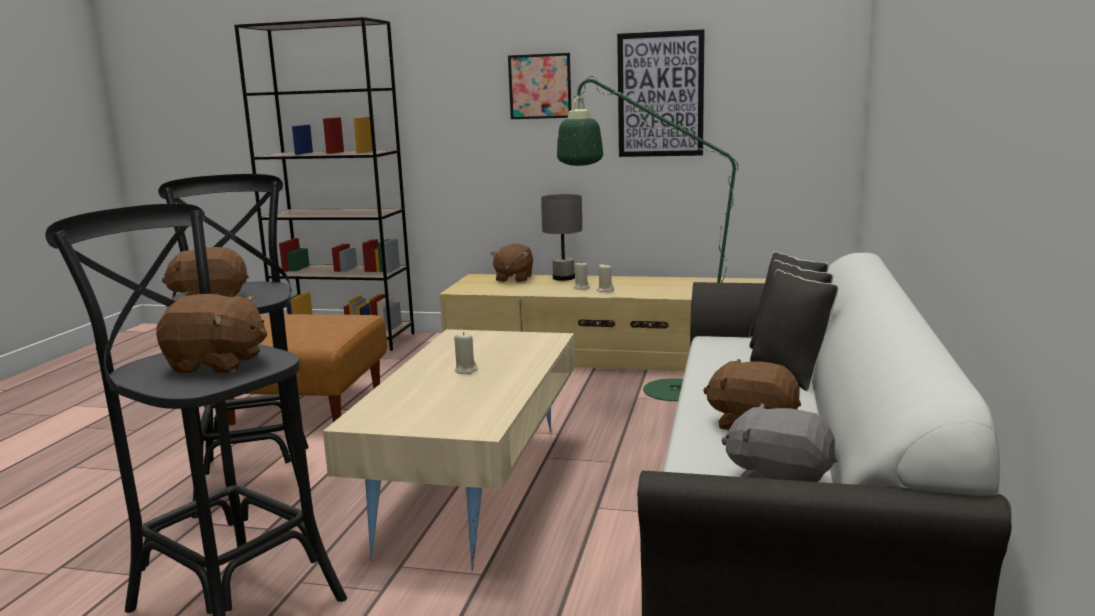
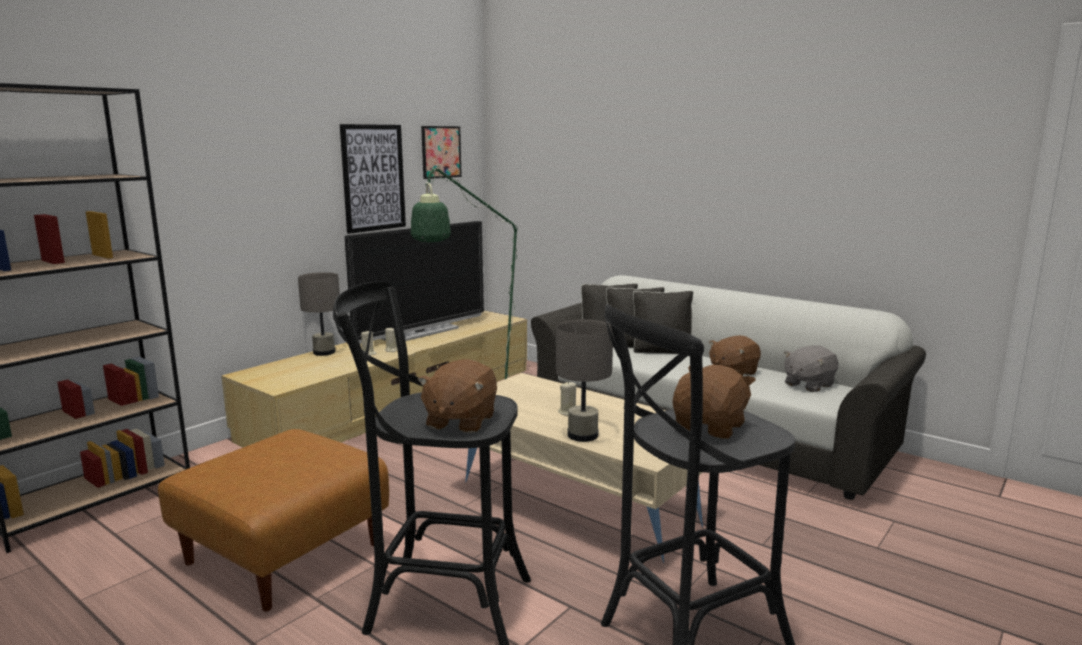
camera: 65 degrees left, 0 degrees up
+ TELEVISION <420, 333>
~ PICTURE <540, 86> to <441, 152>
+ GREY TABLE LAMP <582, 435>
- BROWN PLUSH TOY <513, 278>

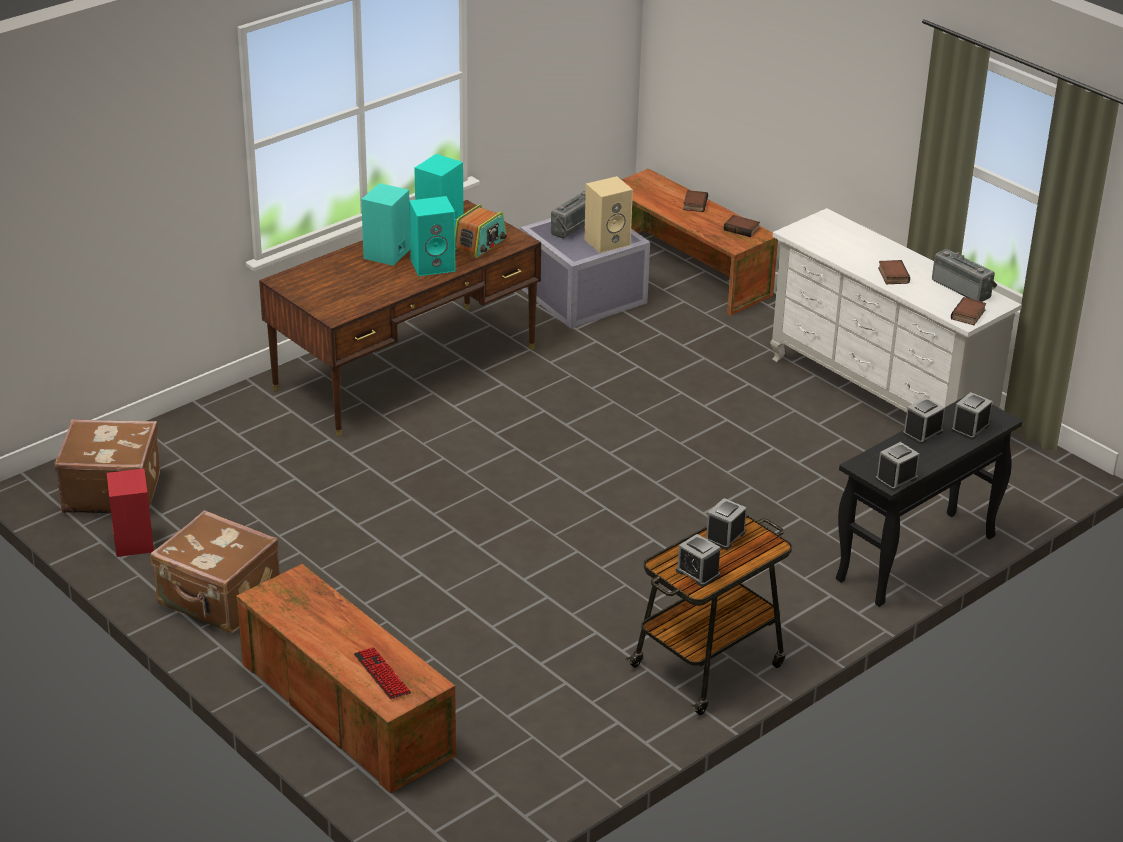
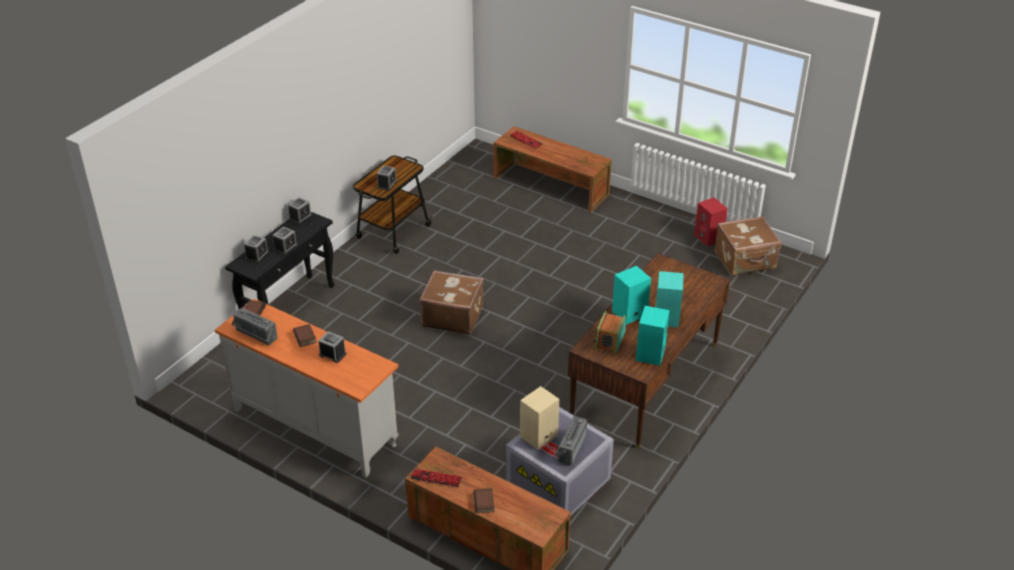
camera: 165 degrees right, 5 degrees up
~ WHITE DRESSER <879, 396> to ORANGE DRESSER <315, 425>
~ ALARM CLOCK <697, 573> to <332, 354>
~ BOOK <742, 229> to KEYBOARD <436, 478>
~ BROWN SUITCASE <219, 600> to <452, 316>

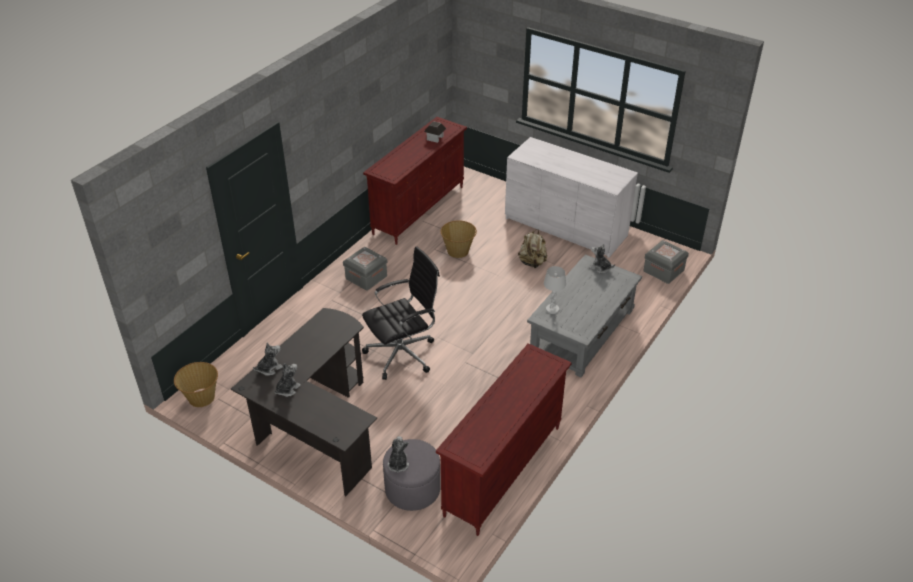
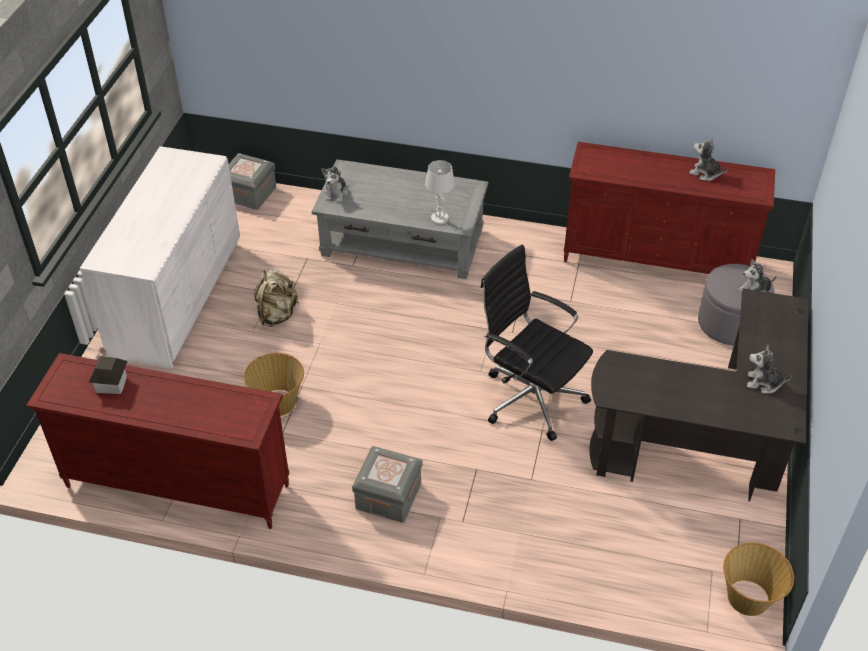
camera: 110 degrees left, 5 degrees up
~ PLUSH TOY <269, 368> to <705, 173>

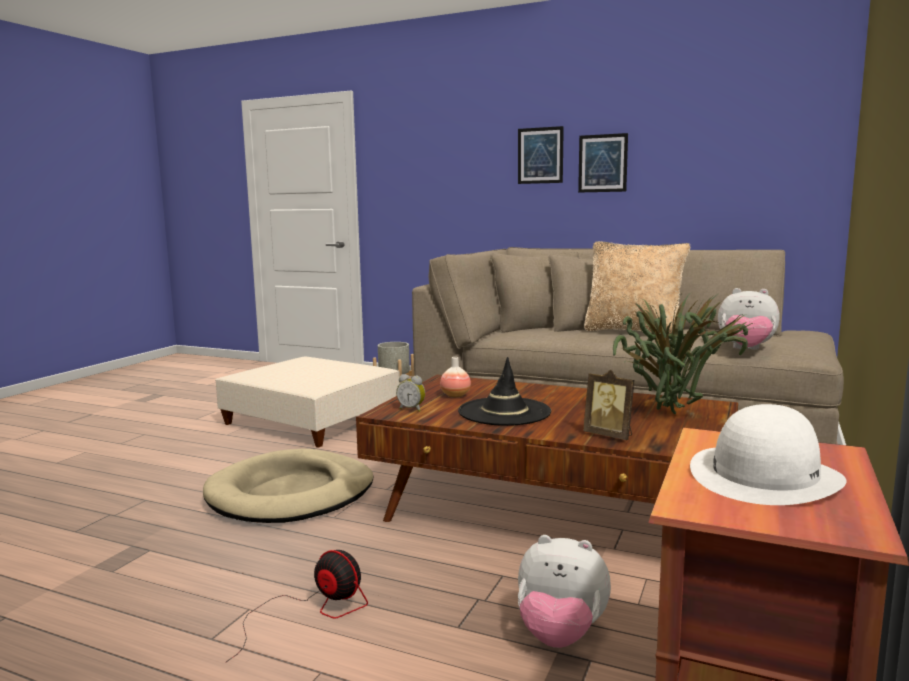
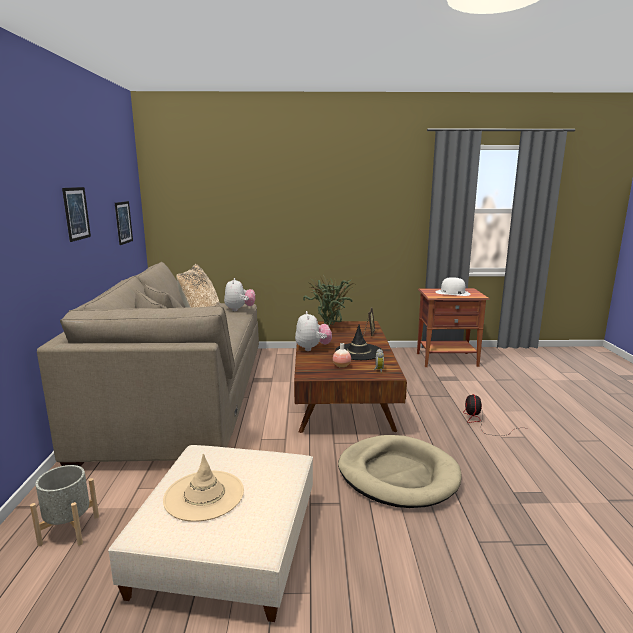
camera: 115 degrees left, 5 degrees up
~ PICTURE <540, 155> to <123, 222>
+ BEIGE HAT <204, 495>
~ PLUSH TOY <560, 635> to <312, 348>

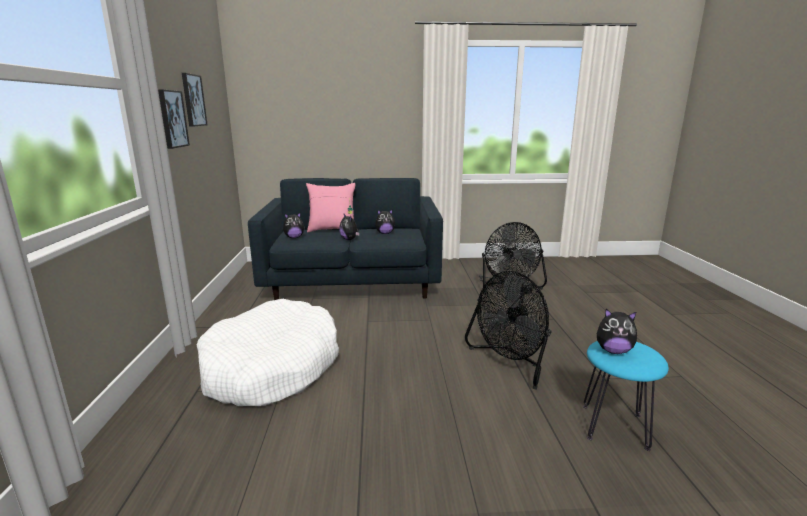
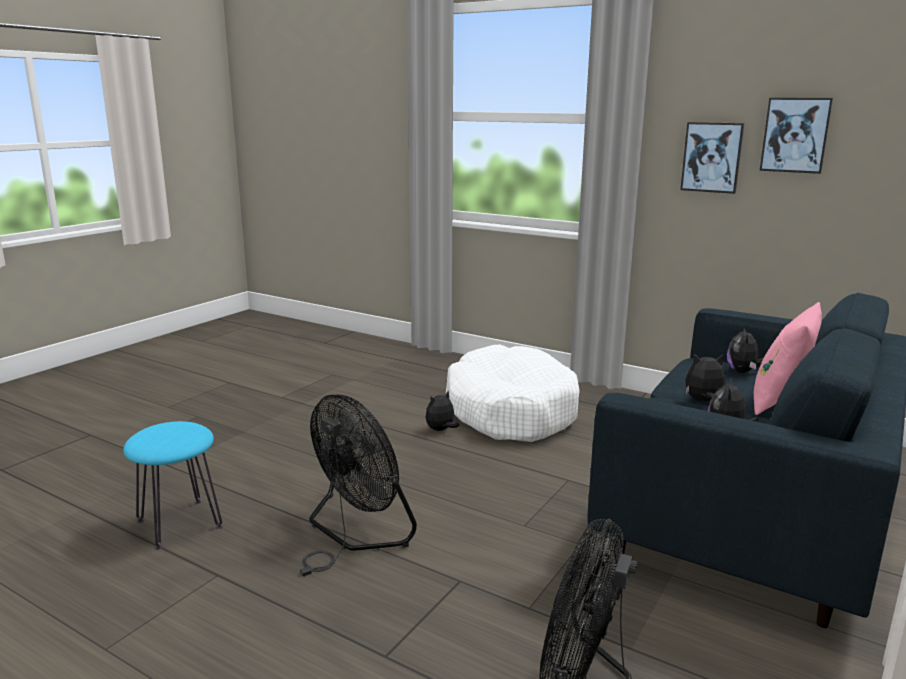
camera: 125 degrees right, 0 degrees up
~ BLACK FAN <510, 360> = <347, 531> 45 degrees clockwise
~ PLUSH TOY <613, 351> to <441, 430>

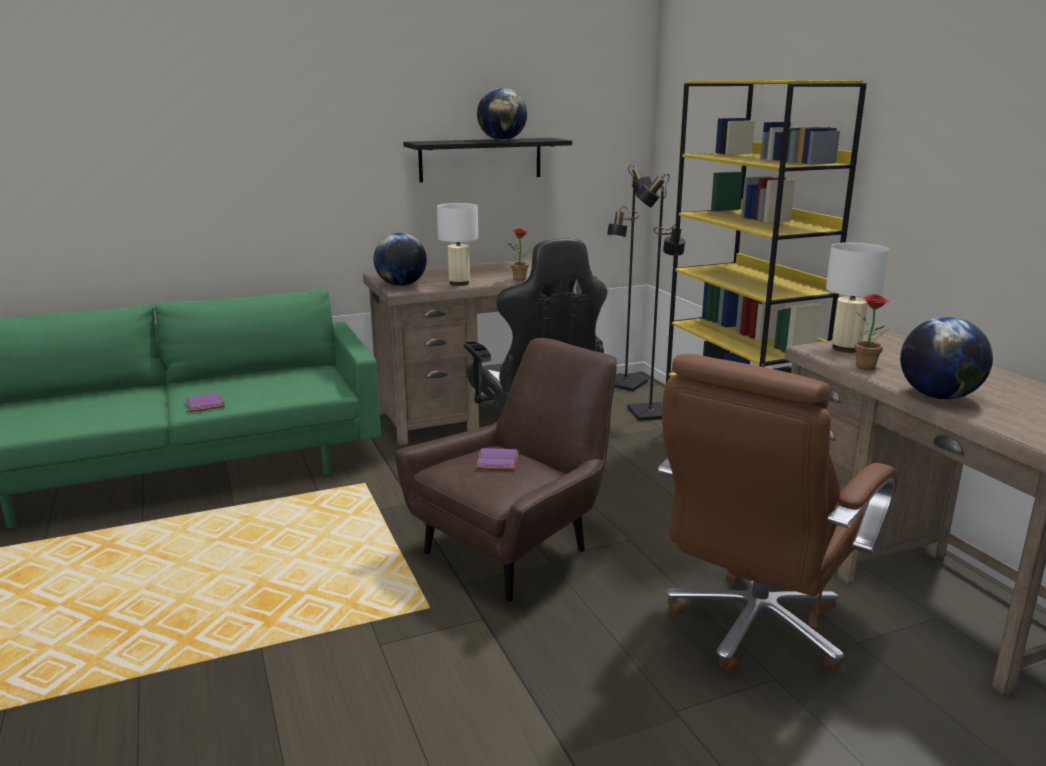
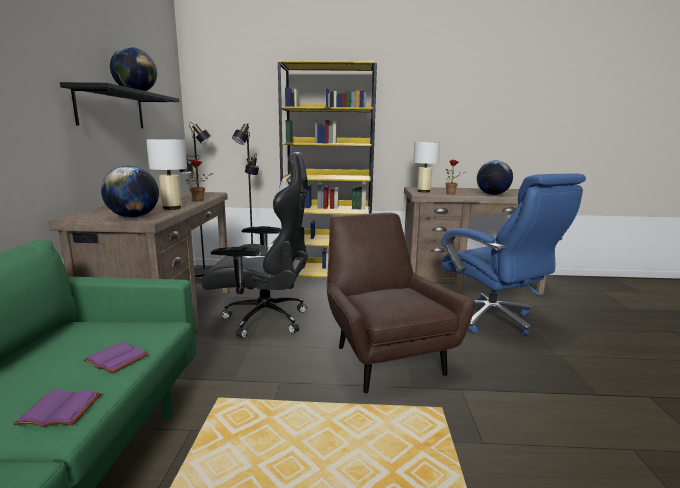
camera: 65 degrees left, 5 degrees down
~ PURPLE BOOK <499, 461> to <118, 359>
~ BROWN OFFICE CHAIR <752, 633> to BLUE OFFICE CHAIR <494, 321>

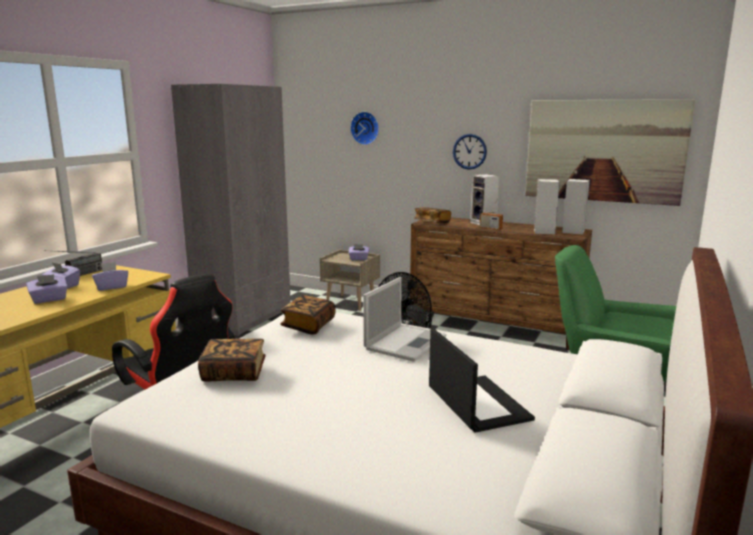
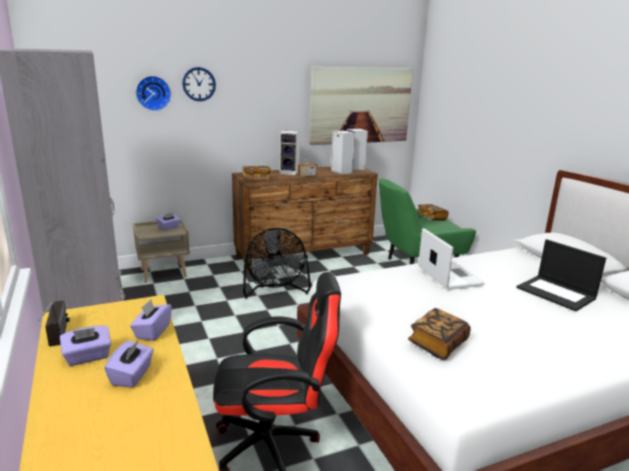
camera: 50 degrees left, 5 degrees up
~ WALL CLOCK <469, 151> to <199, 84>
~ BOOK <308, 325> to <431, 218>
~ LAPTOP <476, 403> = <557, 293> 150 degrees counterclockwise

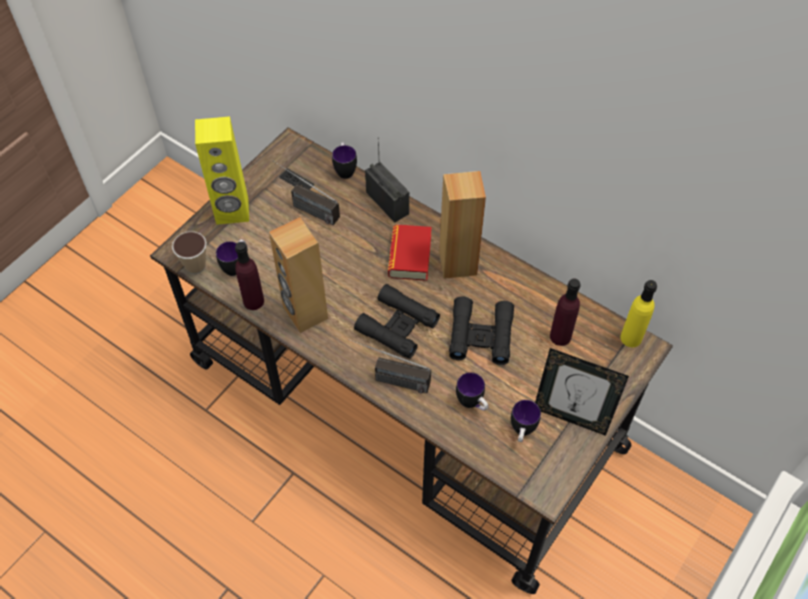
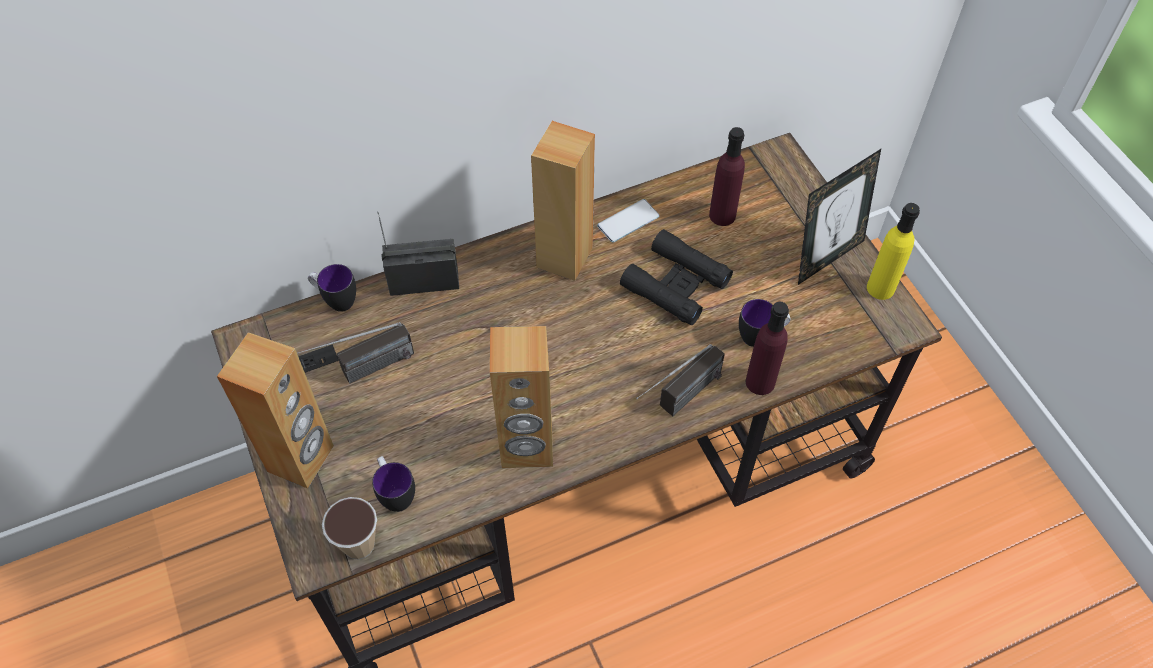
camera: 60 degrees left, 0 degrees up
~ YELLOW SPEAKER <232, 211> to BROWN SPEAKER <301, 459>
+ PHONE <628, 221>
~ PURPLE BOTTLE <253, 301> to <760, 382>
~ YELLOW BOTTLE <631, 338> to <880, 288>
- BLACK BINOCULARS <397, 326>
- BOOK <410, 256>
- MUG <521, 432>

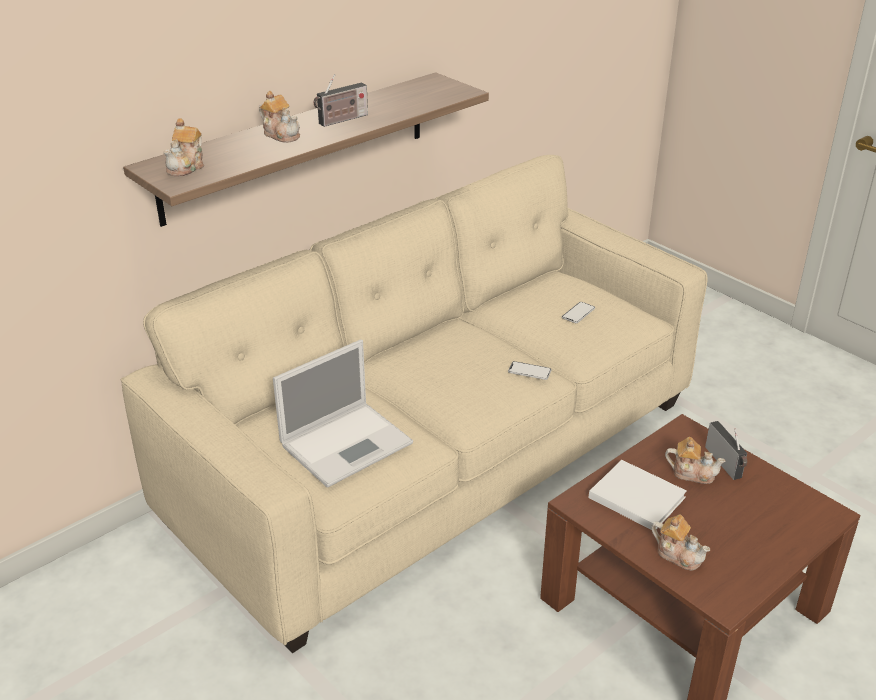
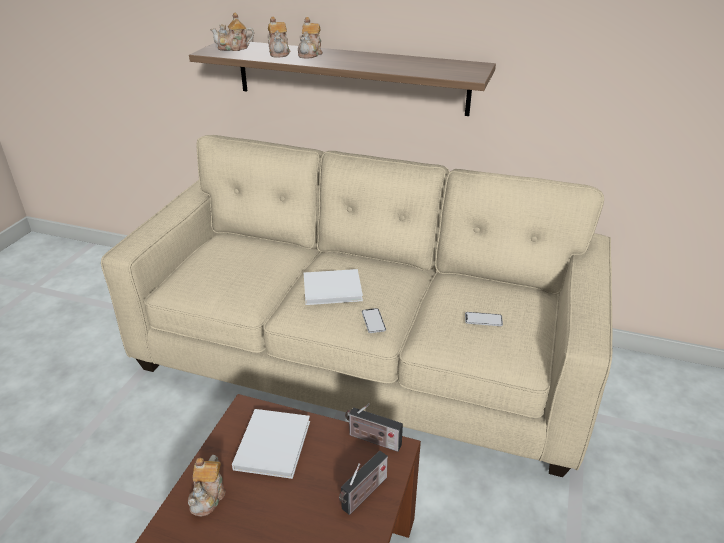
camera: 60 degrees right, 0 degrees up
~ TEAPOT <692, 473> to <279, 53>
+ WHITE BOOK <334, 289>
~ RADIO <341, 120> to <372, 439>
- LAPTOP <348, 443>

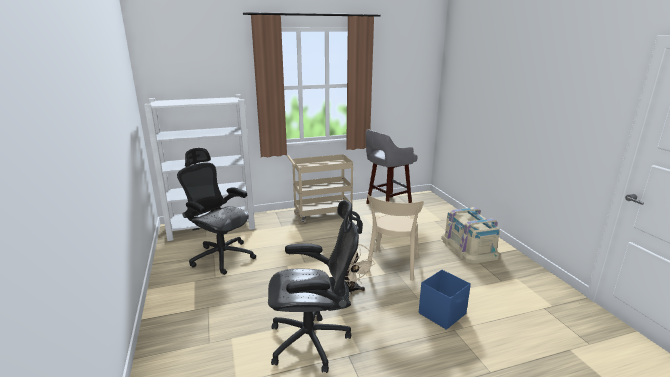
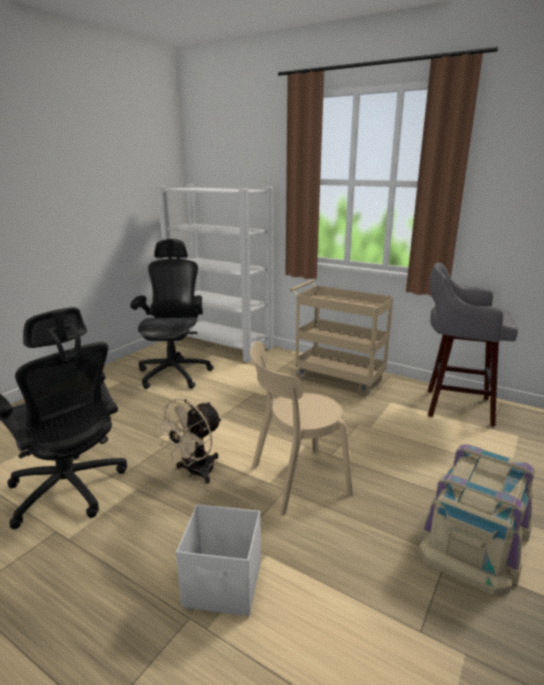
camera: 50 degrees right, 0 degrees up
~ BLUE STORAGE BOX <442, 313> to WHITE STORAGE BOX <224, 585>

